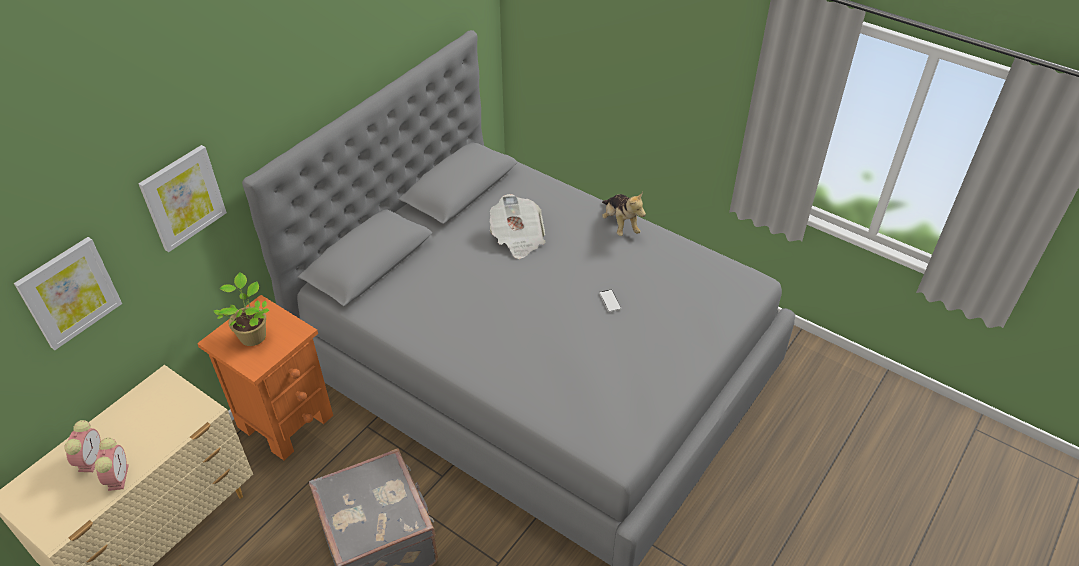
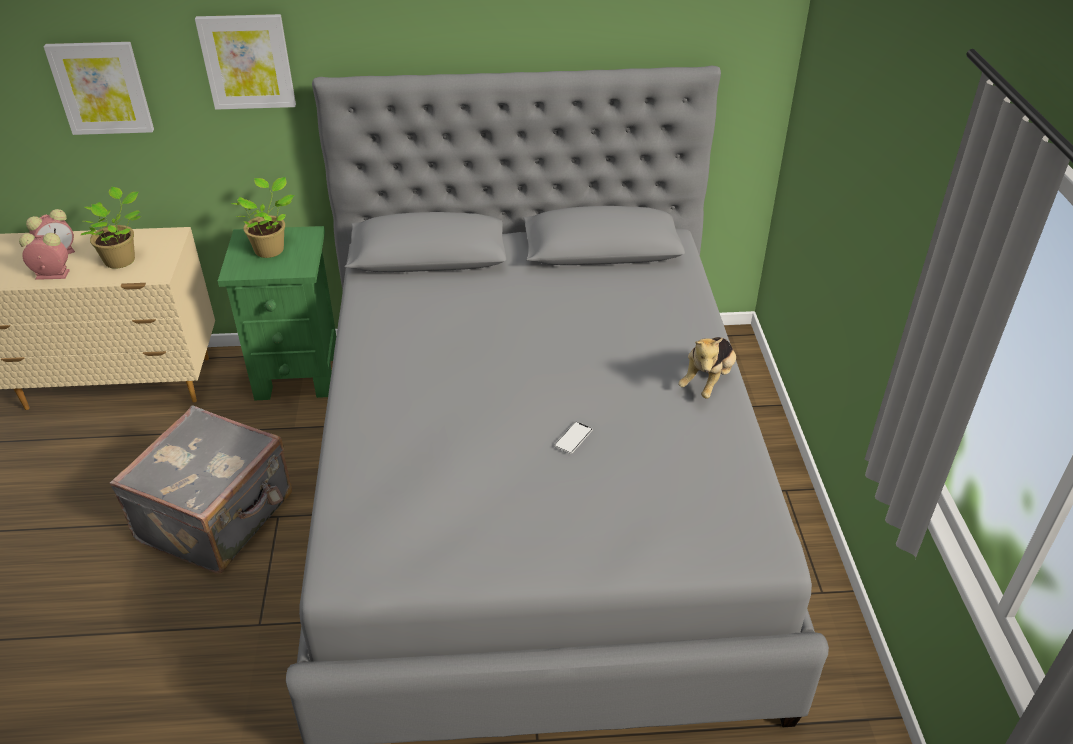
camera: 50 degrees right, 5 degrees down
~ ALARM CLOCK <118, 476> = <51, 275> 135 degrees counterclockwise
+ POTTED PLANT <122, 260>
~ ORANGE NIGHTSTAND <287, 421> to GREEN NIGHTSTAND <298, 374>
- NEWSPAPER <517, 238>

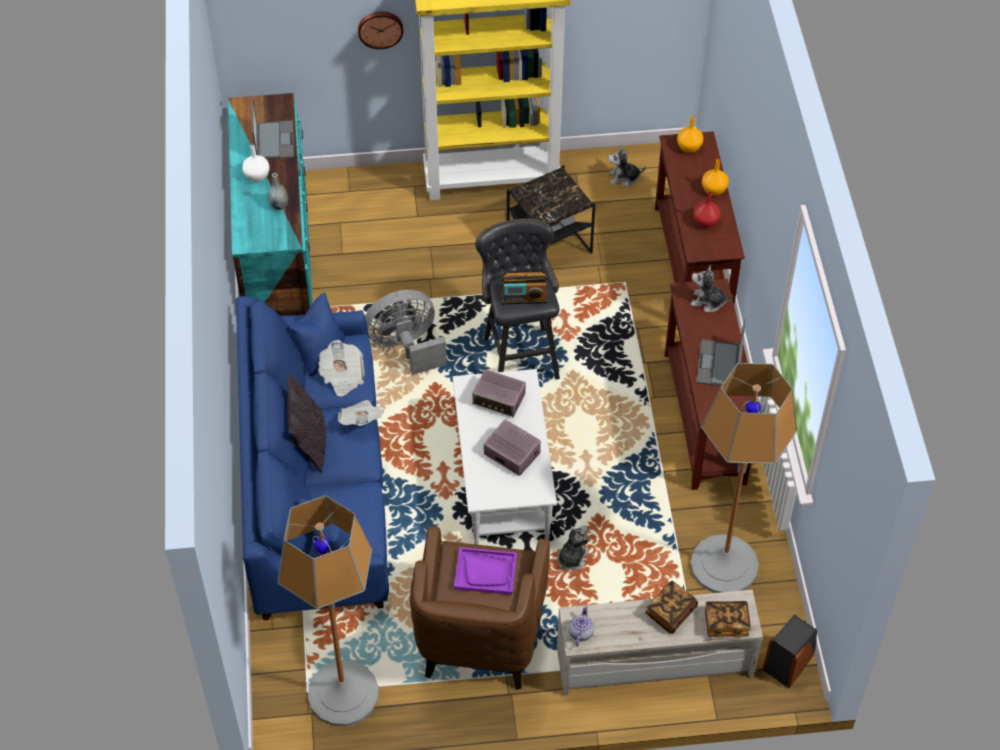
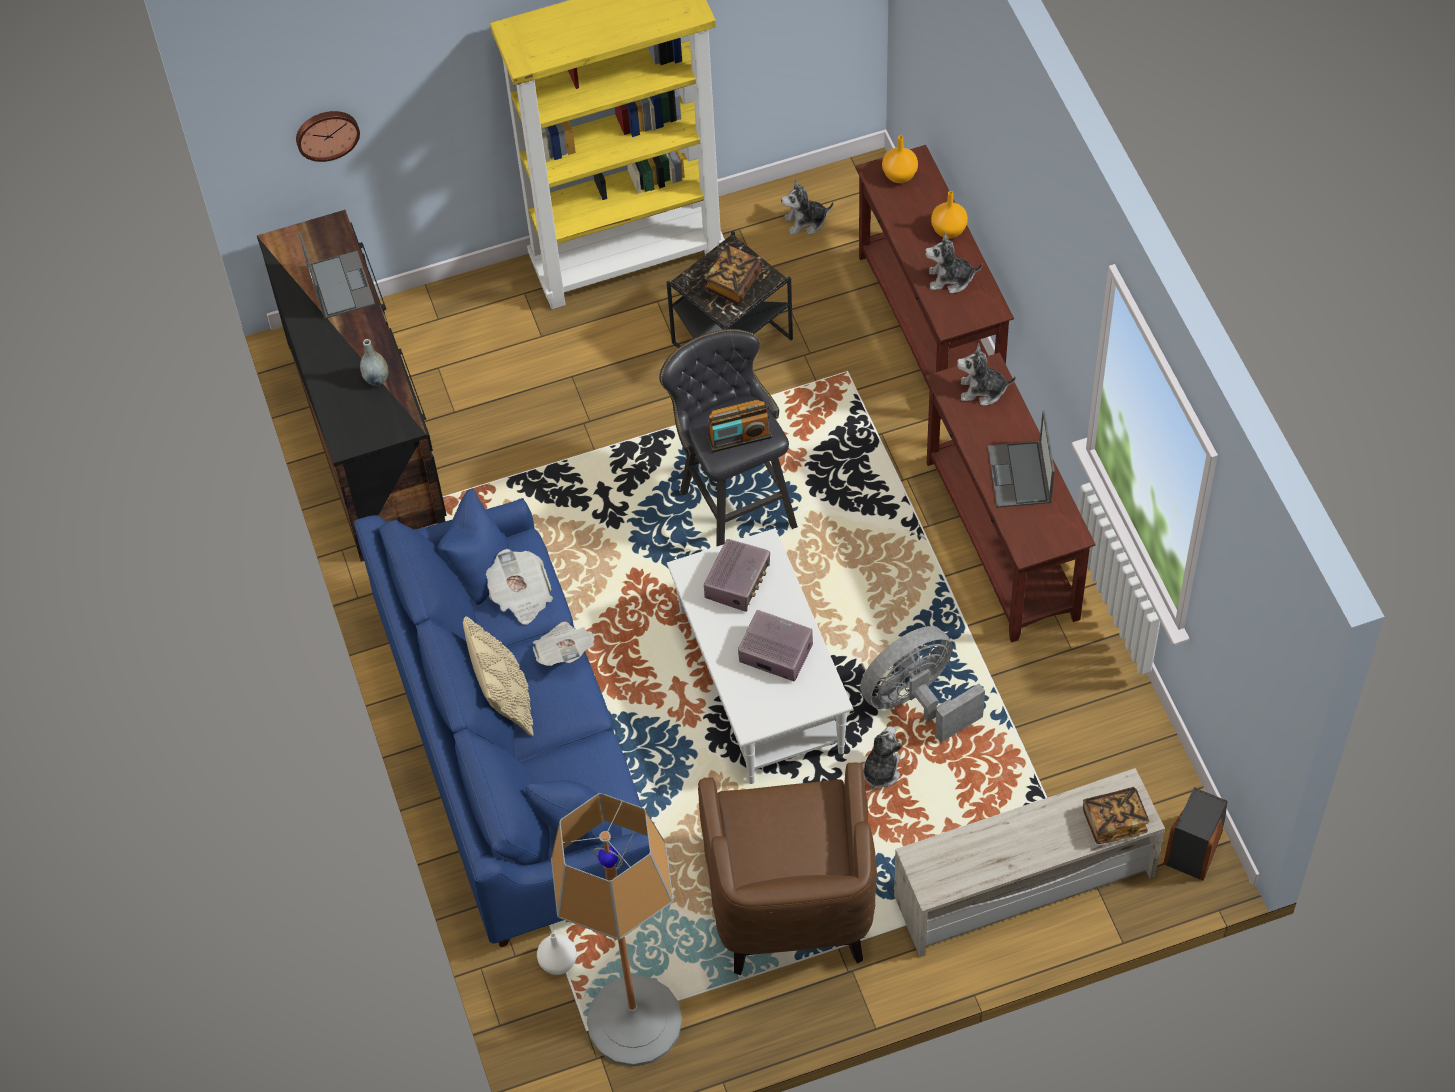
camera: 10 degrees left, 5 degrees up
~ TURQUOISE CABINET <278, 256> to BLACK CABINET <368, 434>
~ WALL CLOCK <380, 28> to <326, 133>
~ BLACK PILLOW <310, 443> to BEIGE PILLOW <505, 698>
~ WHITE VASE <257, 176> to <559, 962>
~ BOOK <670, 612> to <733, 282>
~ RADIO <499, 400> = <738, 582> 75 degrees counterclockwise
~ GREY FAN <406, 347> to <916, 701>
~ RED VASE <706, 223> to PLUSH TOY <950, 279>
- PURPLE TRAY <485, 572>
- TEAPOT <580, 632>
- FLOOR LAMP <724, 565>

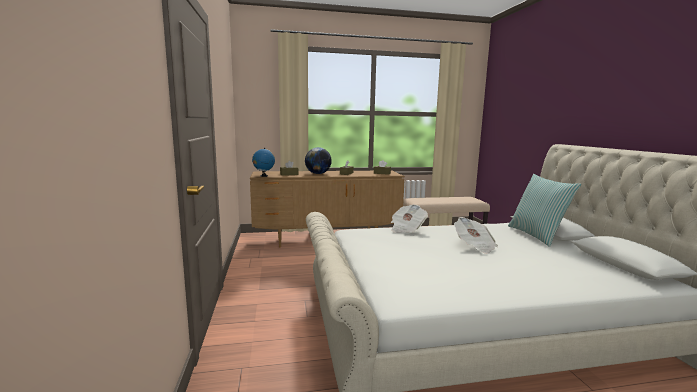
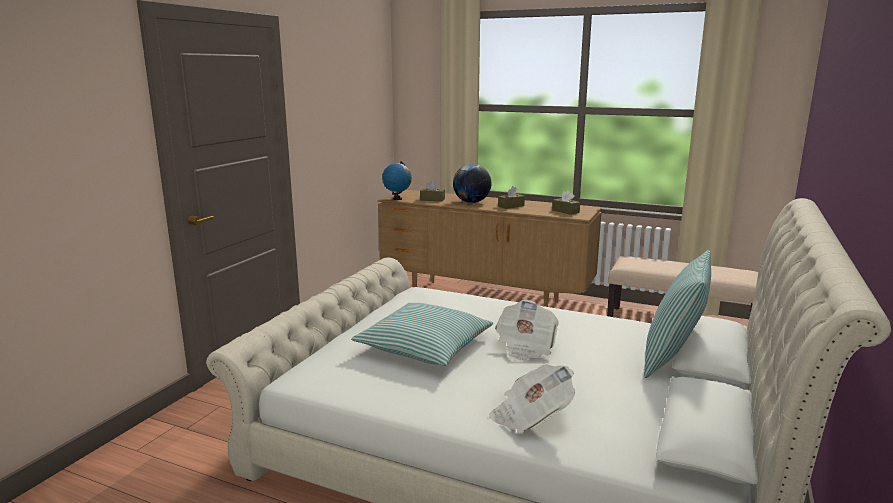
camera: 35 degrees right, 5 degrees up
+ PILLOW <425, 346>
~ NEWSPAPER <406, 229> to <530, 417>

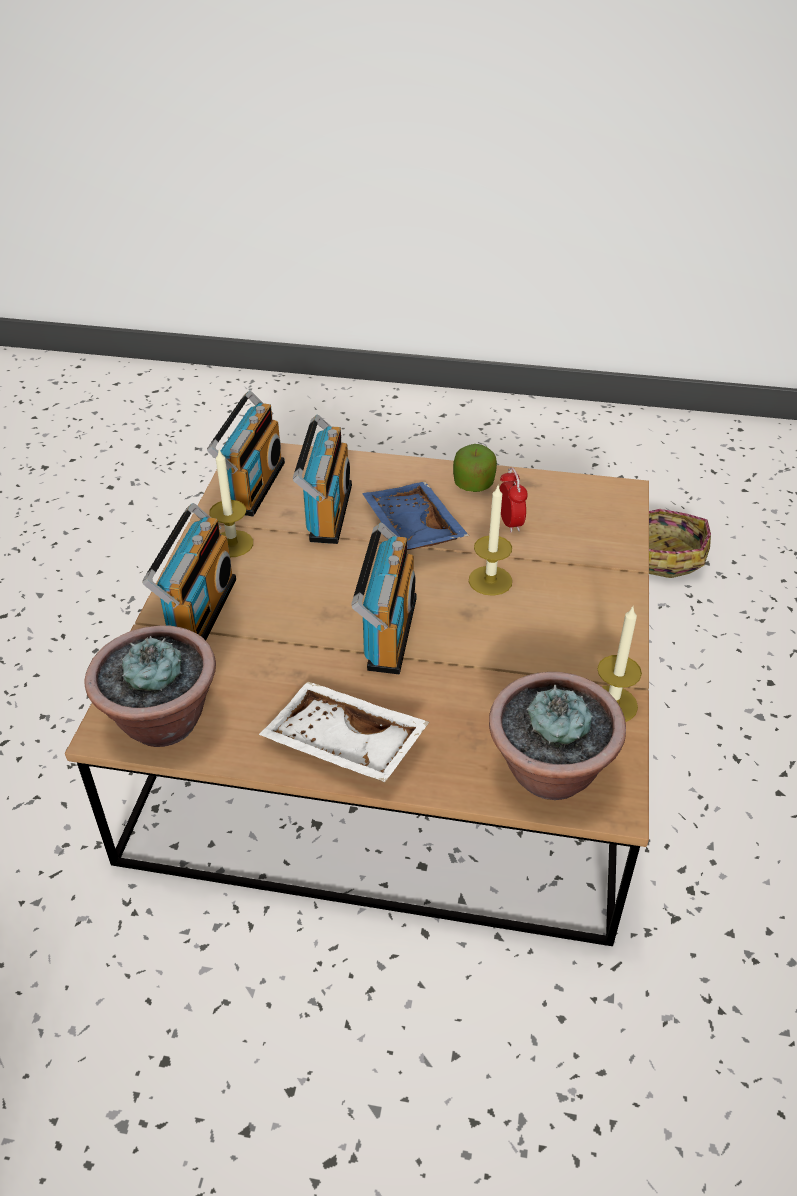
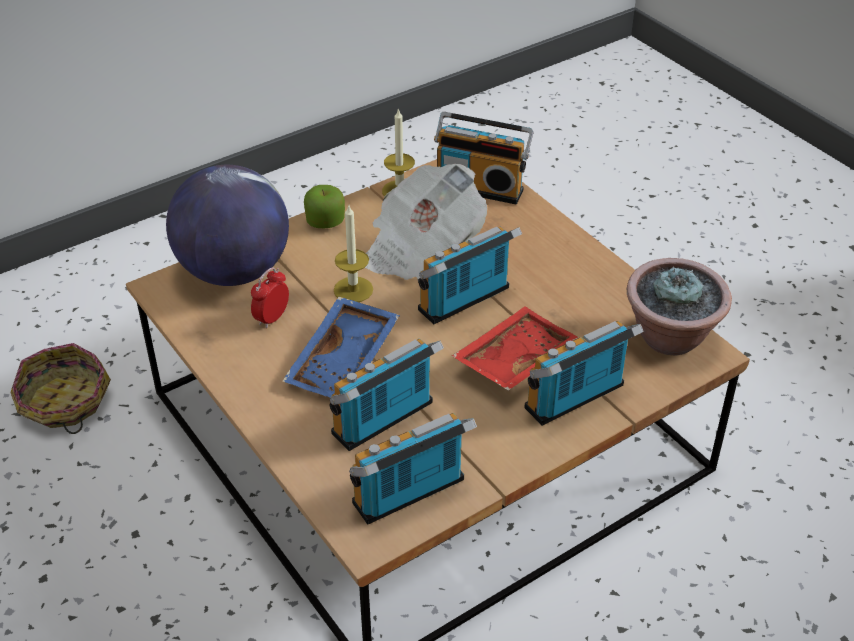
camera: 135 degrees left, 0 degrees up
+ GLOBE <234, 271>
~ APPLE <473, 484> to <325, 221>
+ NEWSPAPER <421, 249>
~ POTTED PLANT <549, 773> to RADIO <480, 187>
+ RED TRAY <513, 359>
- CANDLE <232, 544>
- WHITE TRAY <342, 745>

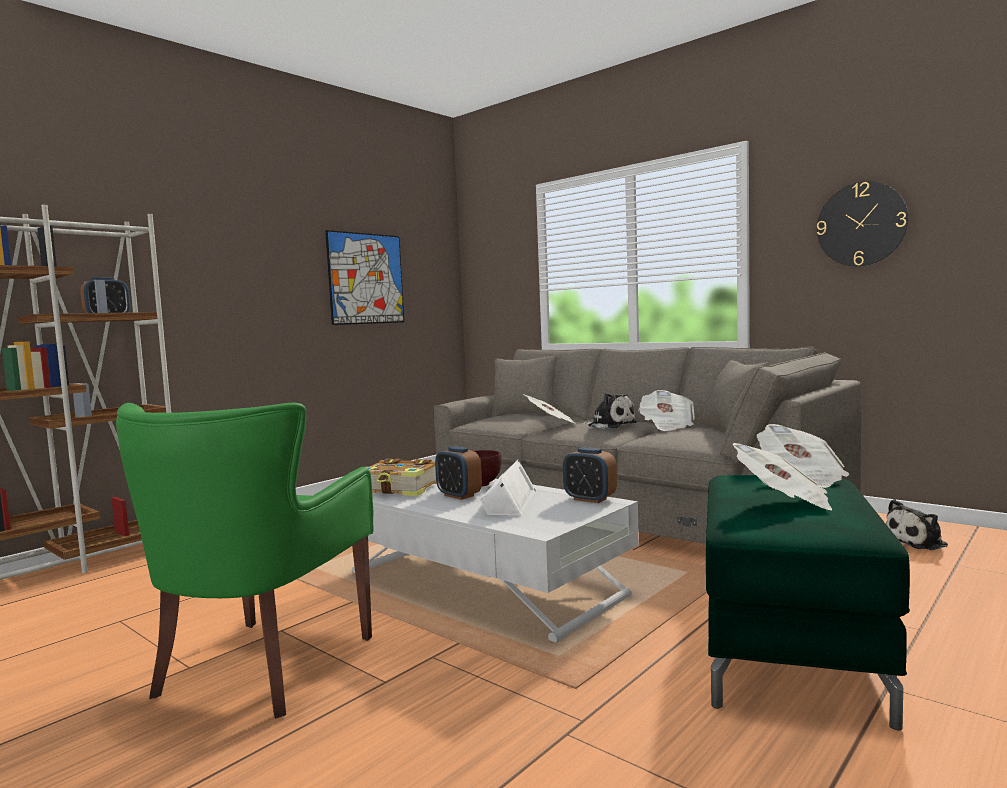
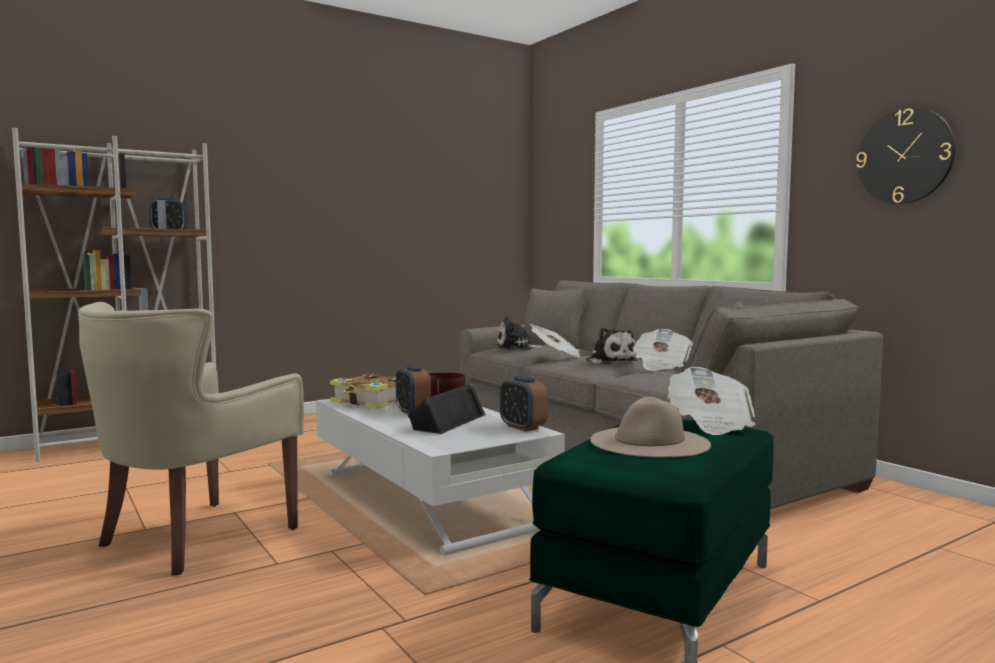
camera: 15 degrees right, 0 degrees up
~ GREEN ARMCHAIR <262, 668> to BEIGE ARMCHAIR <195, 538>
~ WHITE SPEAKER <508, 502> to BLACK SPEAKER <447, 422>
~ PLUSH TOY <918, 542> to <516, 348>
~ NEWSPAPER <783, 501> to BEIGE HAT <649, 442>
- PICTURE <366, 278>

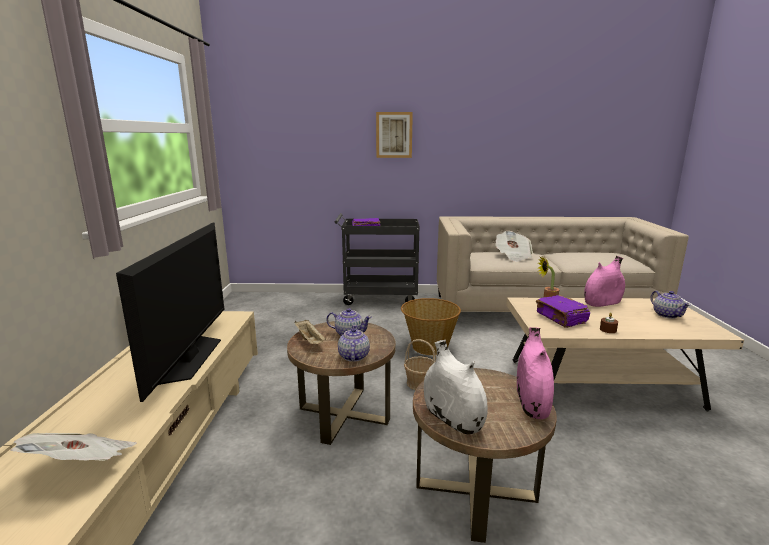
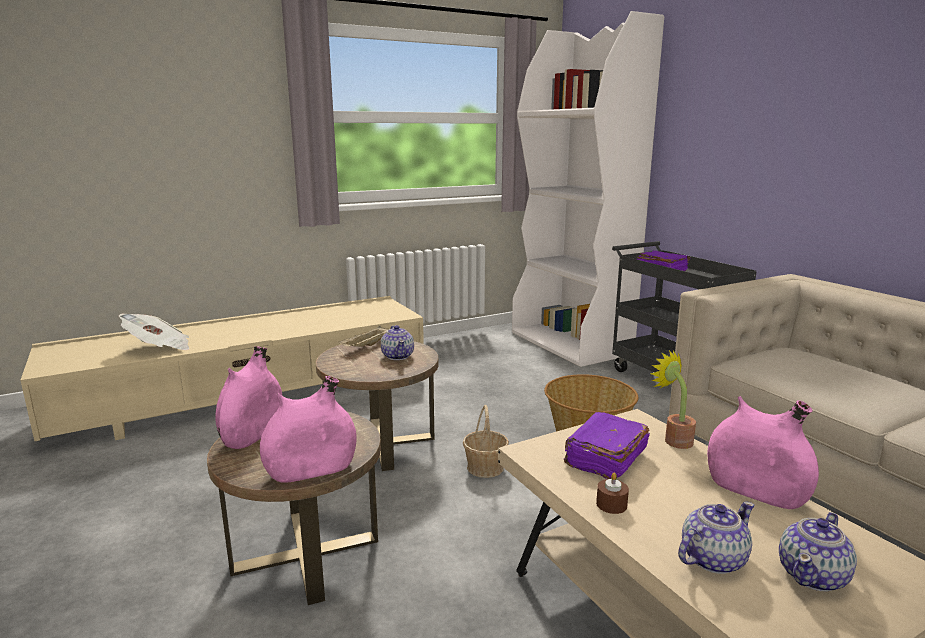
camera: 60 degrees right, 0 degrees up
~ WHITE VASE <452, 419> to PINK VASE <253, 434>
+ WHITE BOOKCASE <571, 343>
~ TEAPOT <353, 356> to <711, 559>
- TELEVISION <189, 358>
- PICTURE <394, 135>
- NEWSPAPER <513, 256>

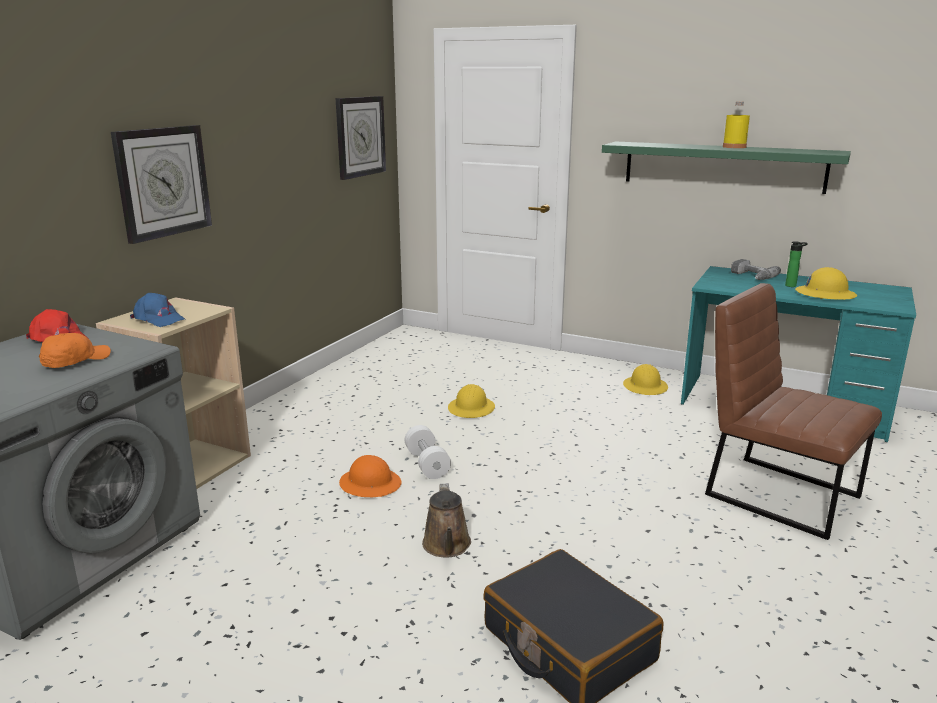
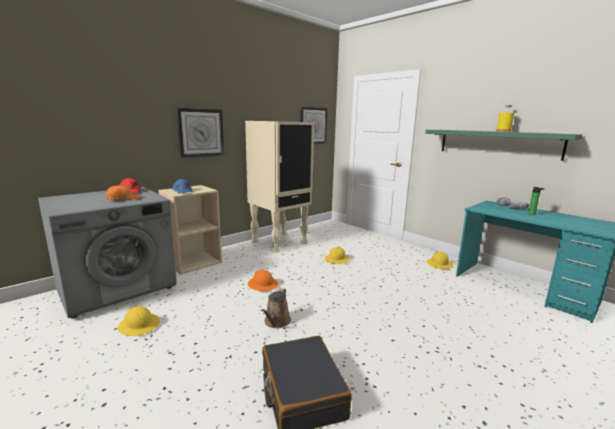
camera: 20 degrees right, 5 degrees down
~ YELLOW HARD HAT <825, 294> to <139, 325>
+ BEIGE CABINET <280, 242>
- WHITE DUMBBELL <427, 464>
- BROWN CHAIR <778, 493>

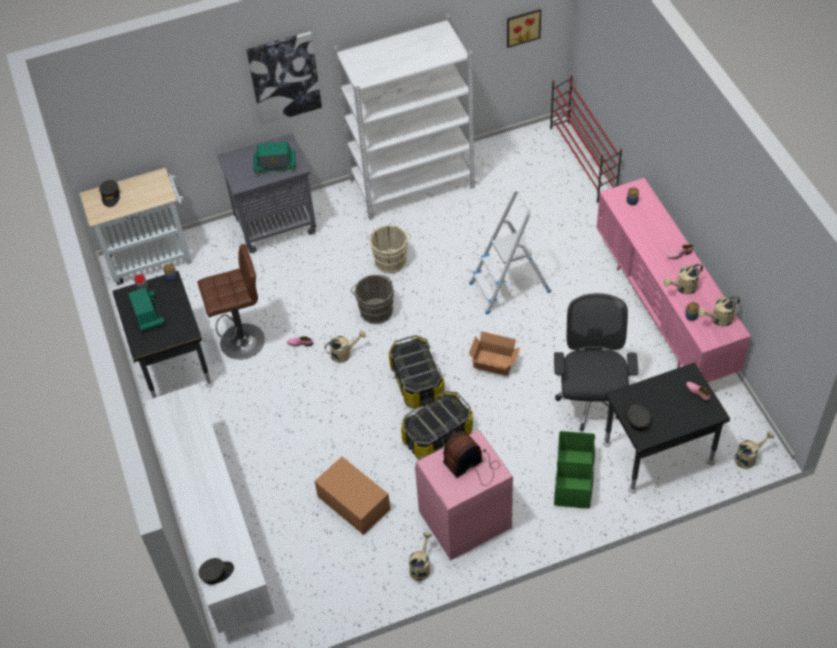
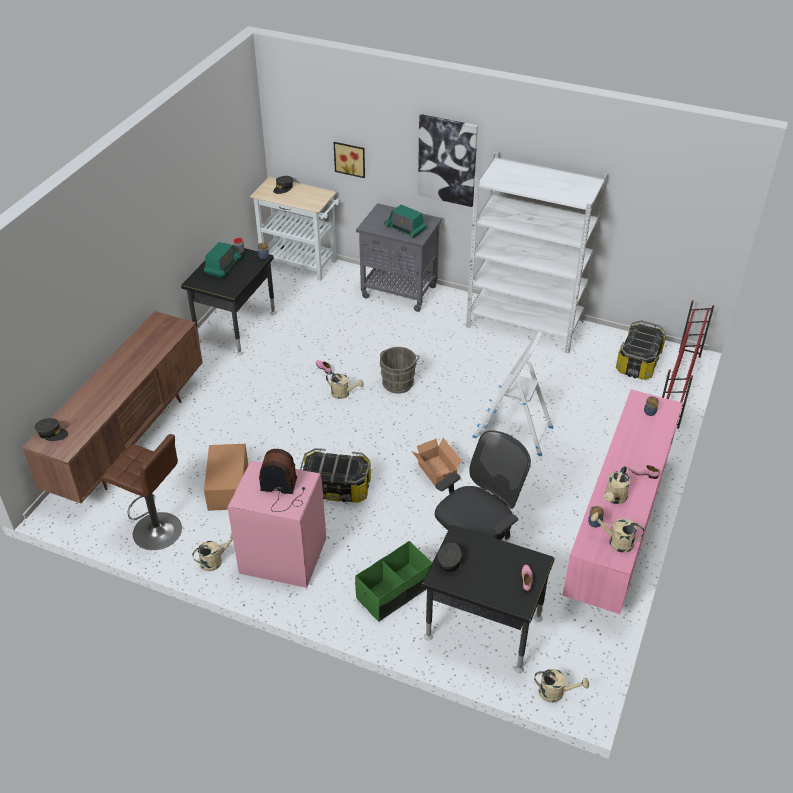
camera: 40 degrees right, 10 degrees down
~ WHITE CABINET <216, 532> to BROWN CABINET <129, 438>
~ BROWN STOOL <243, 341> to <157, 531>
~ PICTURE <522, 26> to <350, 158>
~ BEIGE WATERING CAN <683, 288> = <614, 498> 75 degrees counterclockwise
~ STORAGE BOX <416, 382> to <638, 362>
- BEIGE BUCKET <391, 259>

